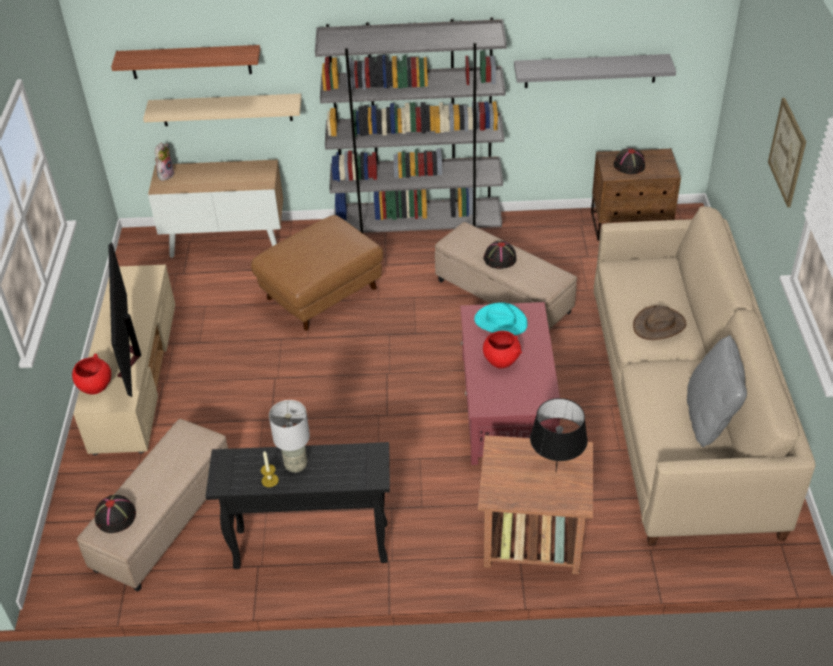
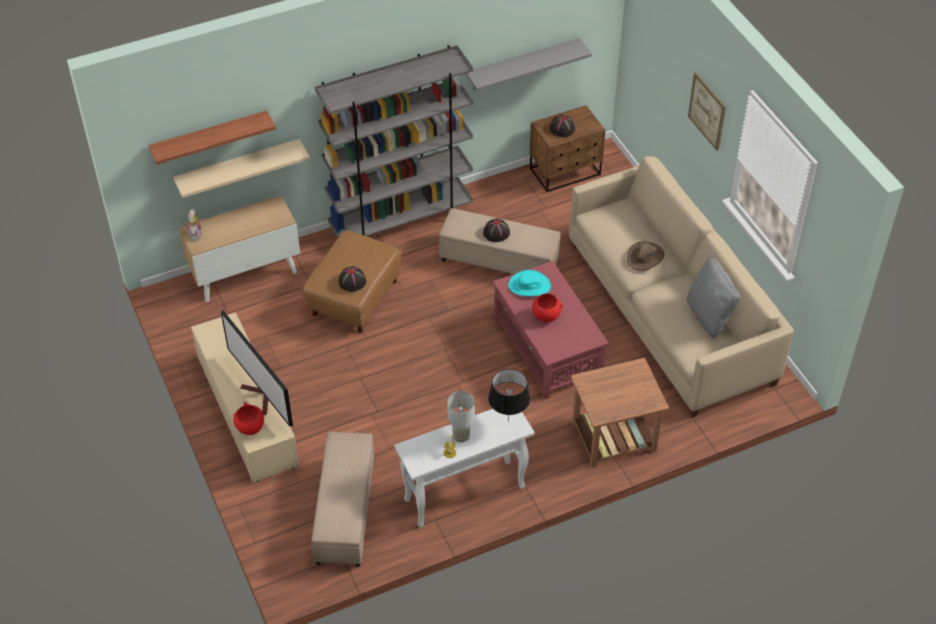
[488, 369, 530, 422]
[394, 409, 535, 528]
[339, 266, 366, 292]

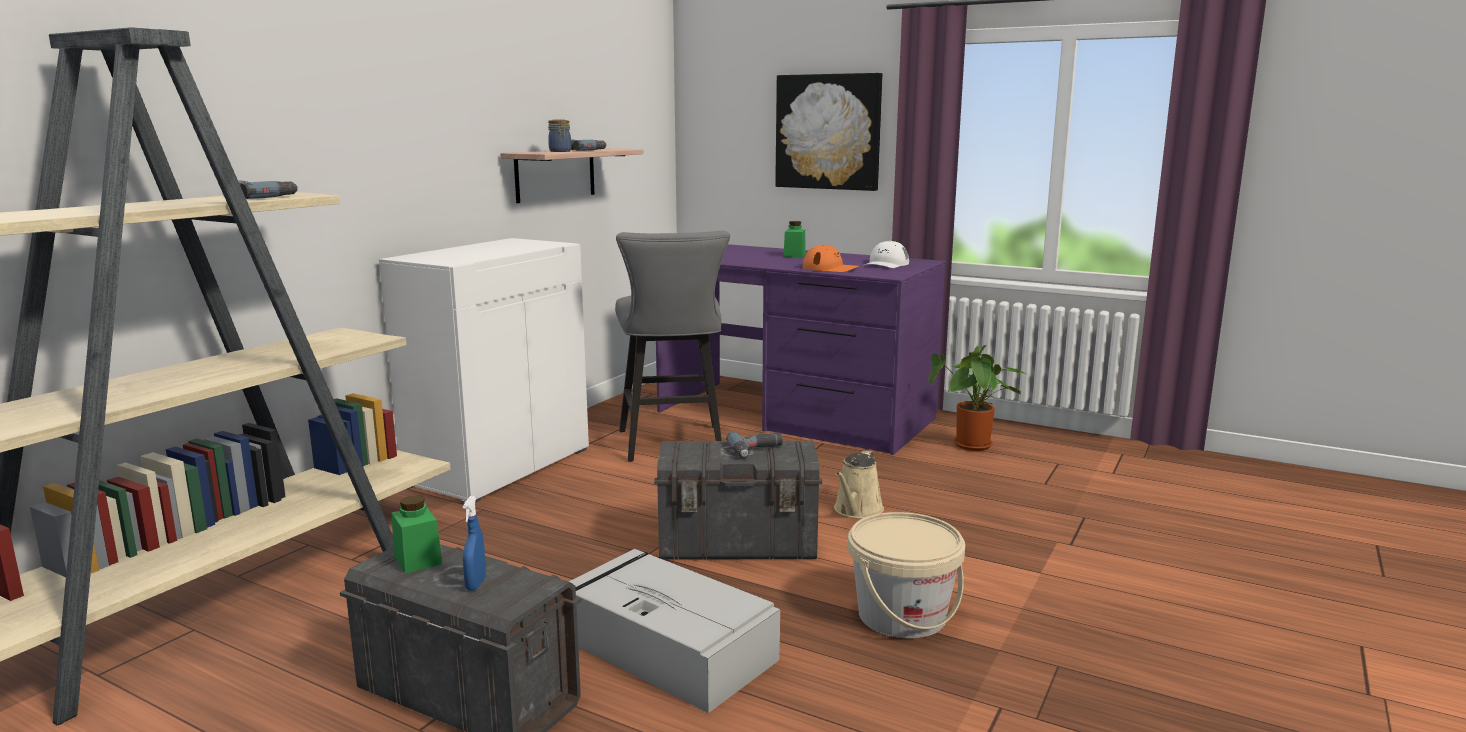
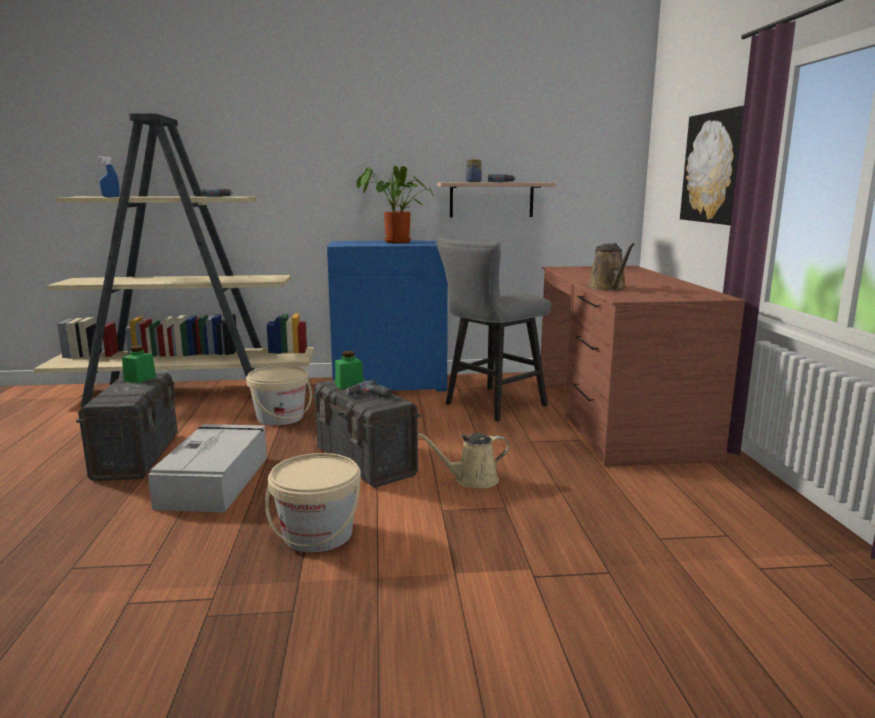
[335, 351, 364, 390]
[327, 240, 448, 392]
[864, 241, 909, 268] (first image)
[541, 266, 745, 466]
[588, 243, 635, 291]
[356, 166, 435, 243]
[99, 156, 120, 197]
[246, 365, 312, 426]

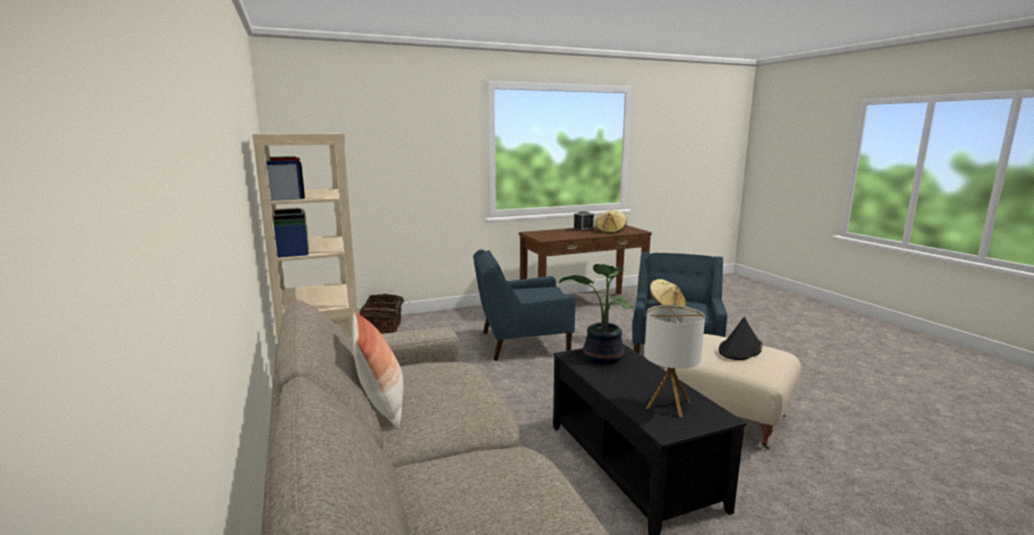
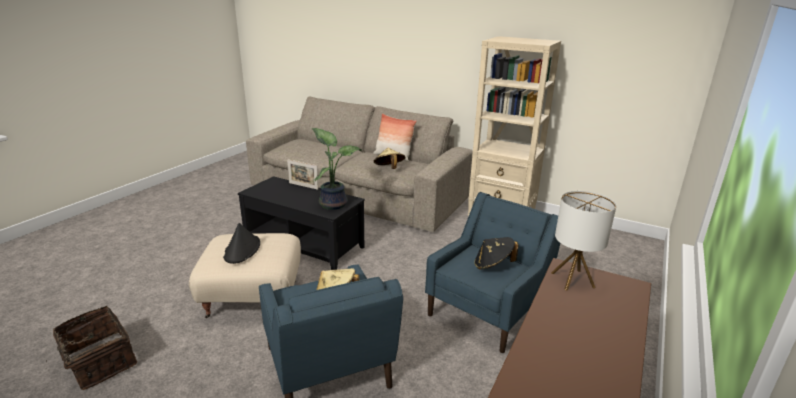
[374, 148, 405, 169]
[573, 211, 594, 231] (first image)
[46, 306, 137, 390]
[551, 191, 616, 291]
[287, 159, 318, 190]
[474, 237, 519, 270]

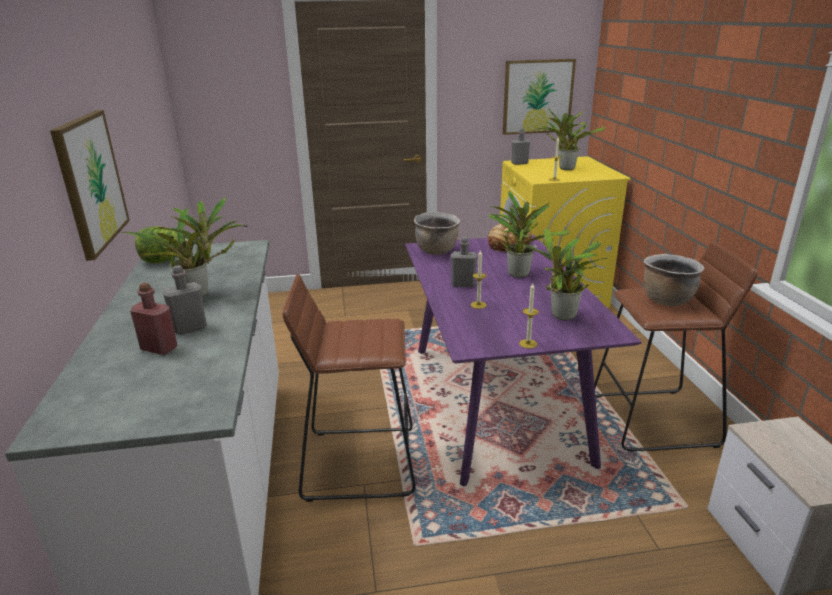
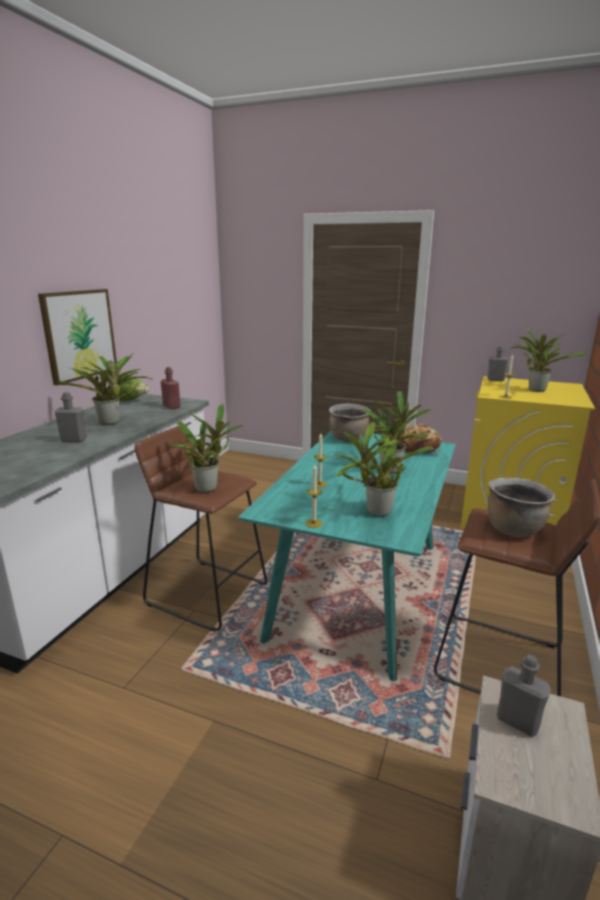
[503, 59, 576, 135] (first image)
[238, 431, 456, 681]
[497, 654, 551, 737]
[161, 367, 181, 409]
[163, 404, 244, 493]

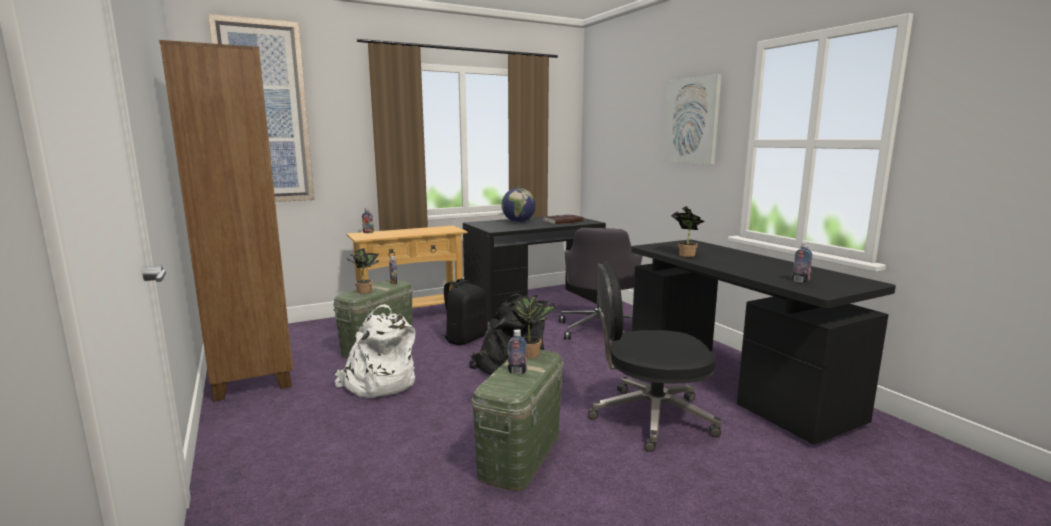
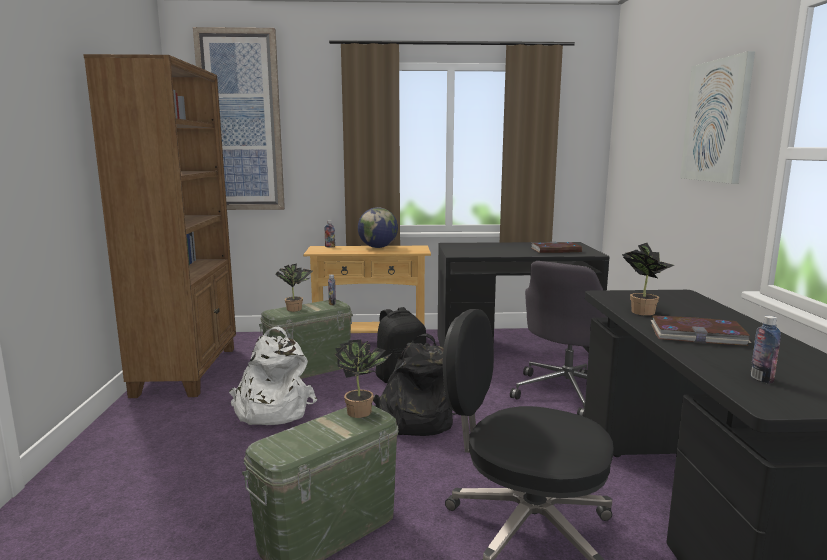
[358, 207, 398, 248]
[508, 329, 527, 374] (first image)
[651, 315, 752, 346]

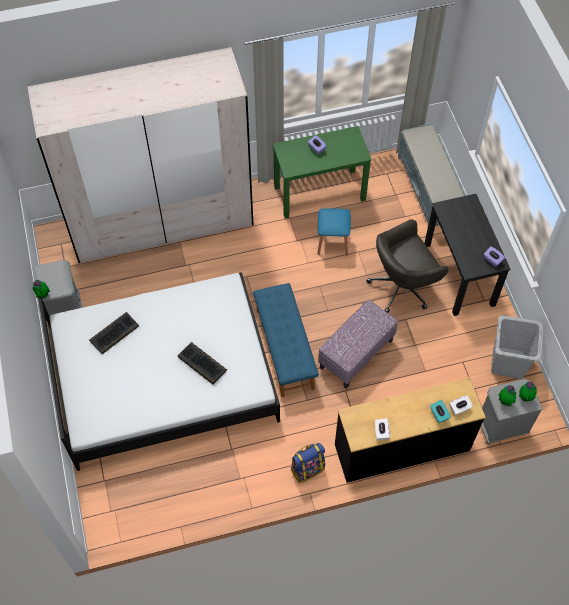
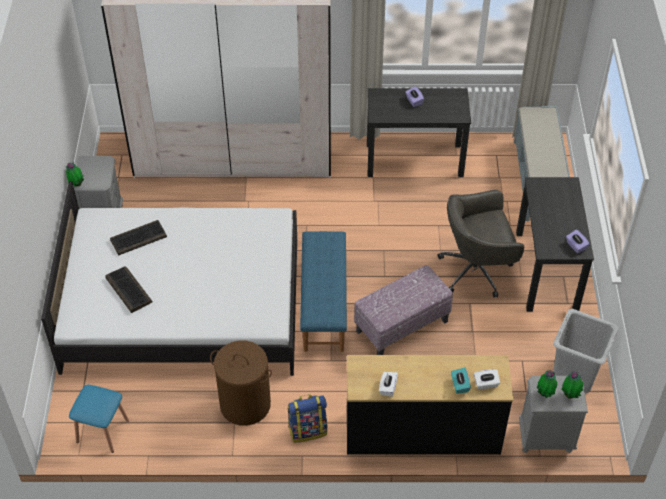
[367, 88, 471, 177]
[69, 385, 129, 453]
[105, 266, 153, 313]
[210, 340, 272, 426]

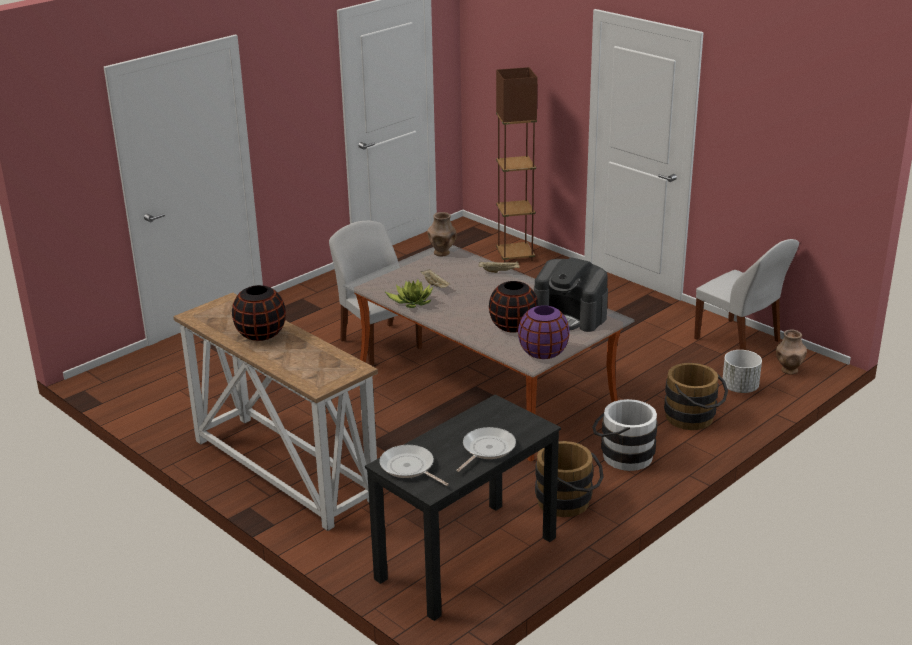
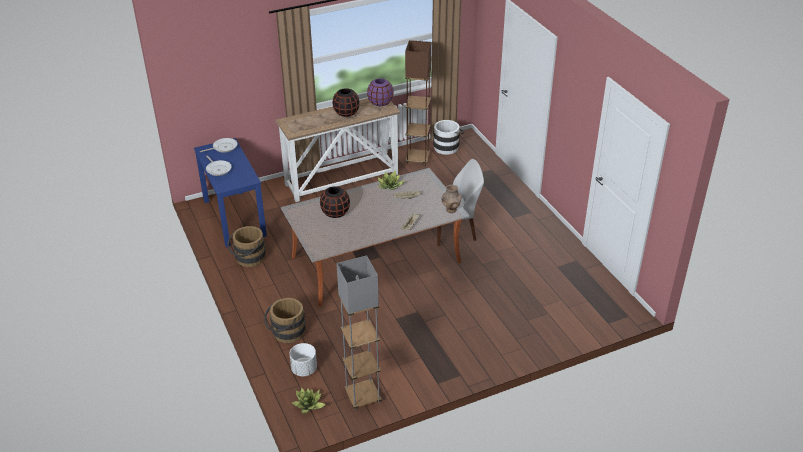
[405, 40, 432, 165]
[336, 255, 382, 410]
[534, 258, 608, 332] (first image)
[367, 78, 394, 106]
[292, 388, 326, 414]
[194, 138, 267, 248]
[433, 120, 464, 155]

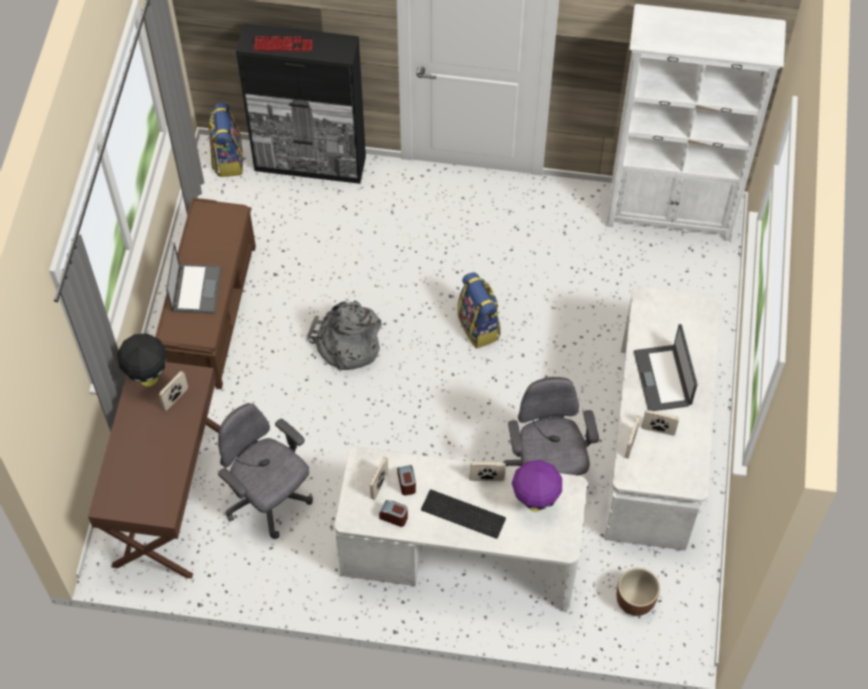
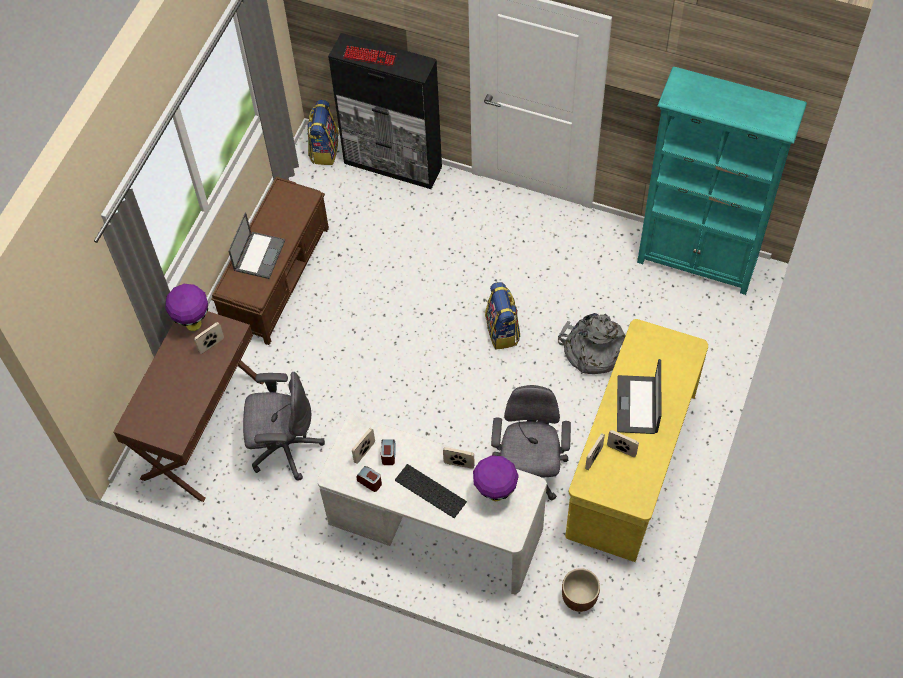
[637, 67, 807, 295]
[565, 319, 708, 562]
[558, 313, 626, 374]
[165, 284, 208, 331]
[243, 372, 325, 481]

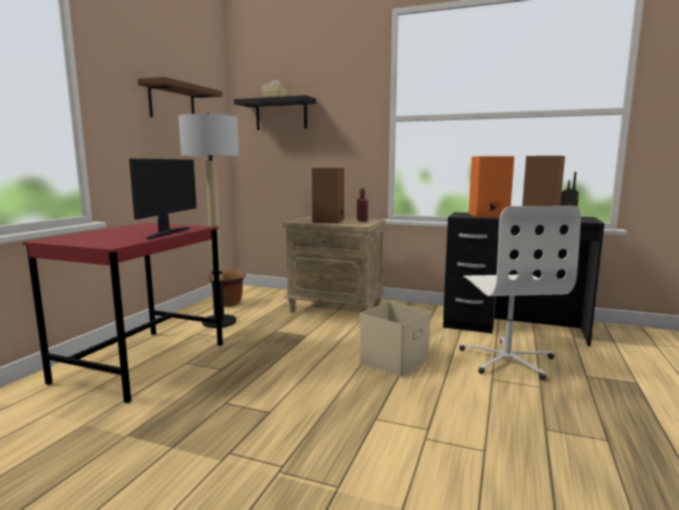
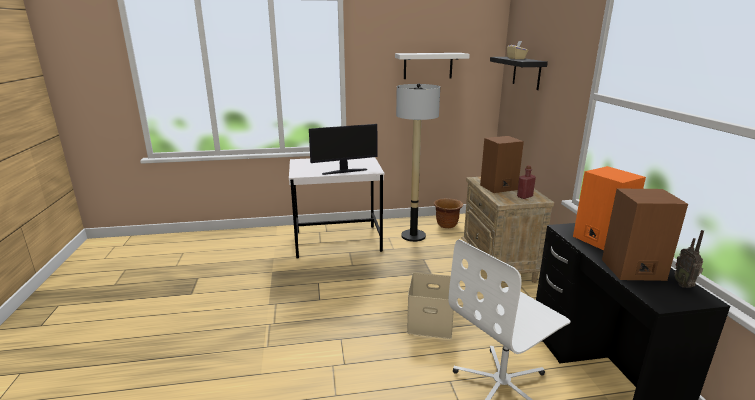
[395, 53, 470, 79]
[289, 157, 385, 258]

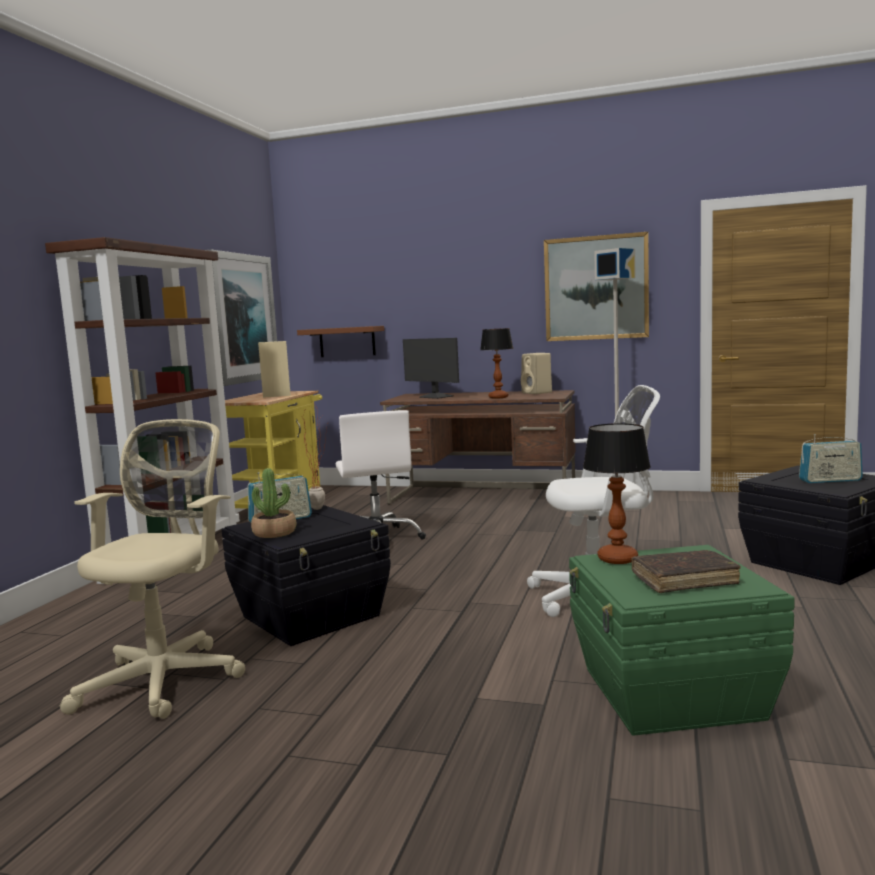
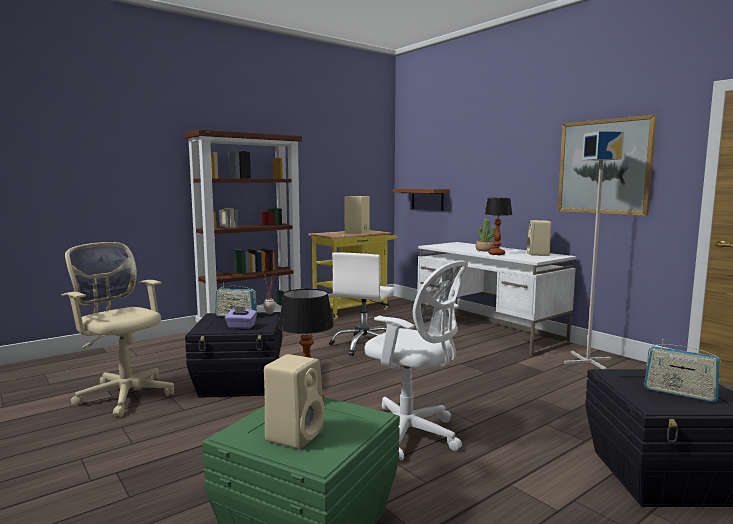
[207, 249, 277, 386] (first image)
[403, 338, 459, 399] (first image)
[417, 242, 576, 356]
[61, 242, 174, 417]
[476, 219, 496, 252]
[264, 354, 324, 449]
[225, 306, 257, 329]

